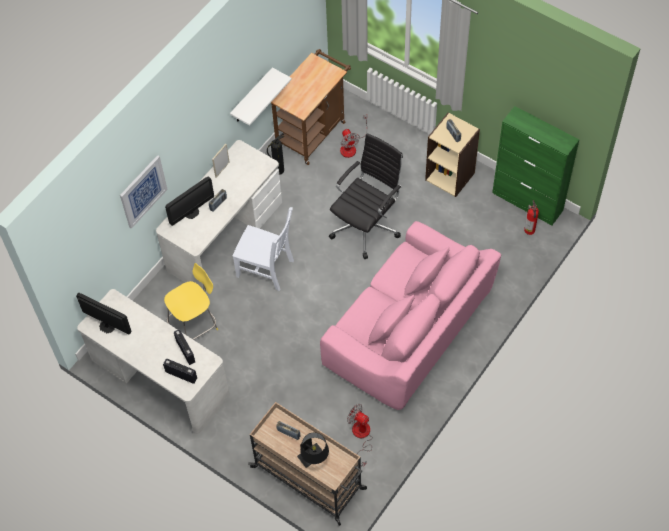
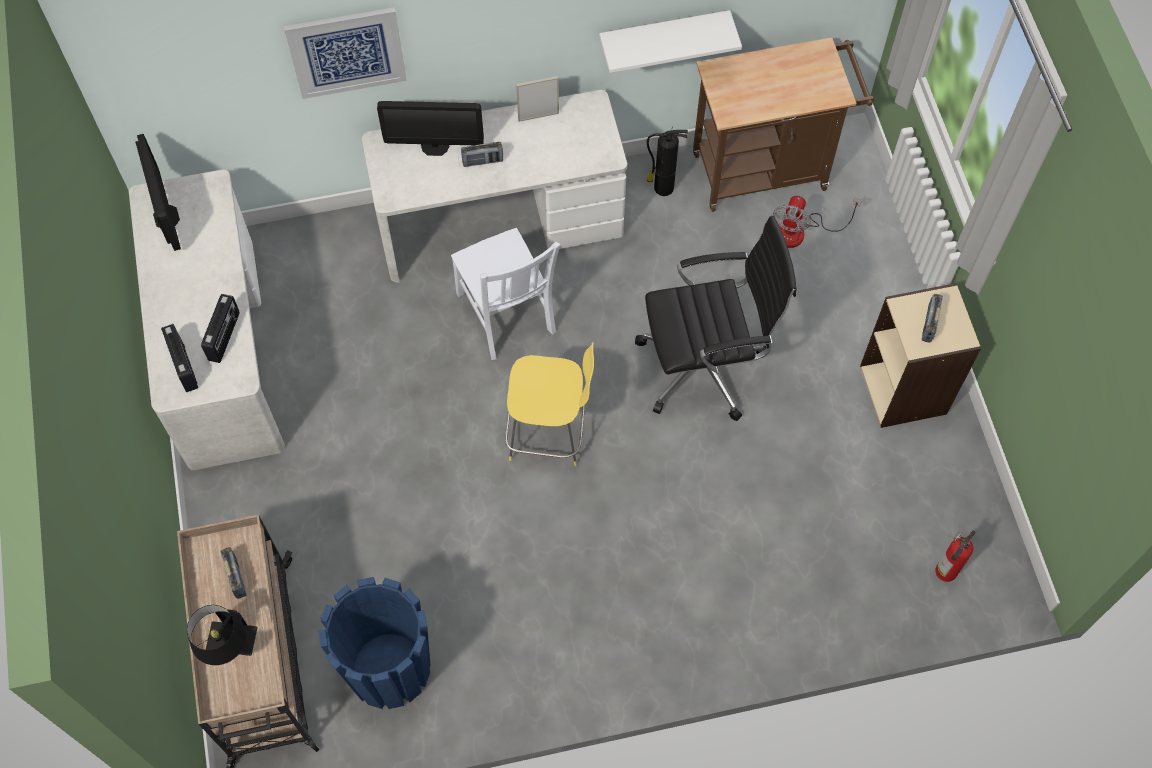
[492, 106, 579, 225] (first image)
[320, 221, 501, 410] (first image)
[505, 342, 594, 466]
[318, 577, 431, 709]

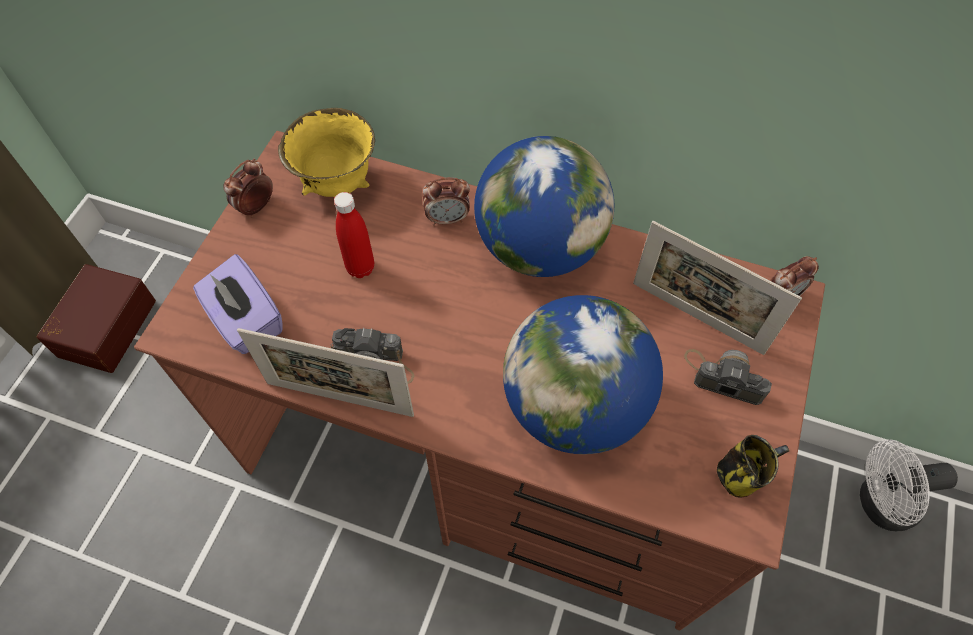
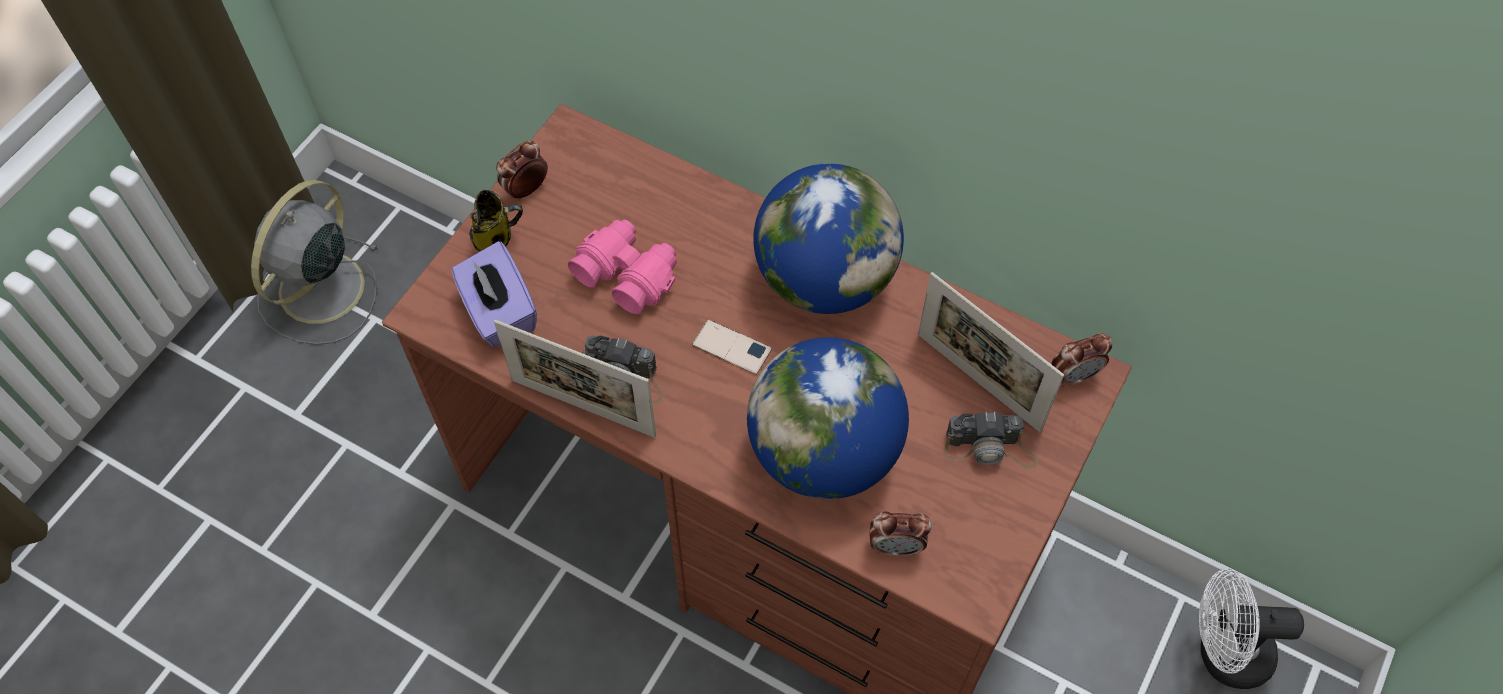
[278, 108, 375, 197] (first image)
[870, 511, 932, 556]
[568, 219, 677, 314]
[251, 180, 379, 345]
[945, 412, 1038, 469]
[469, 190, 523, 252]
[692, 319, 772, 375]

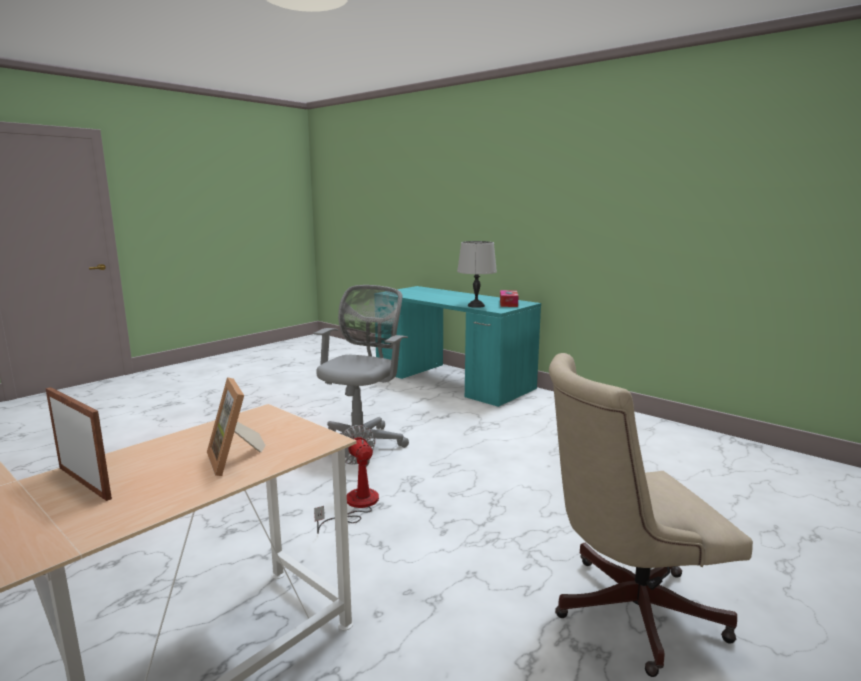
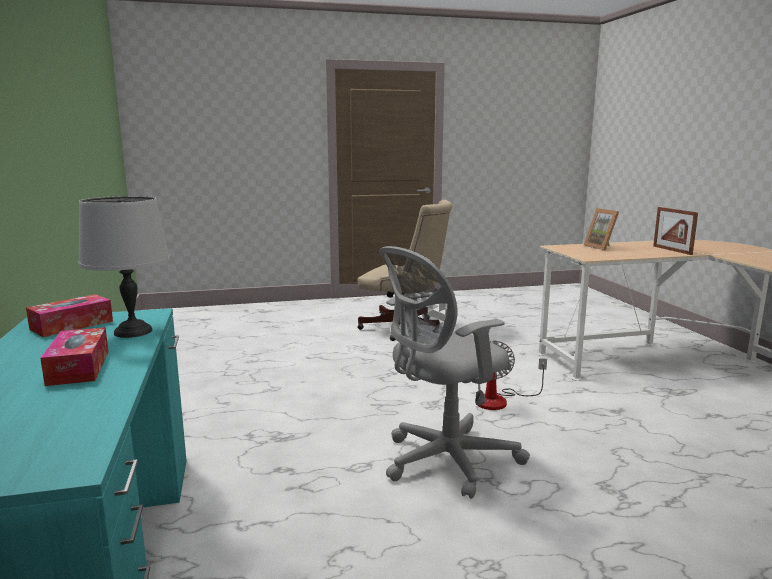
[584, 208, 619, 251]
[40, 327, 109, 386]

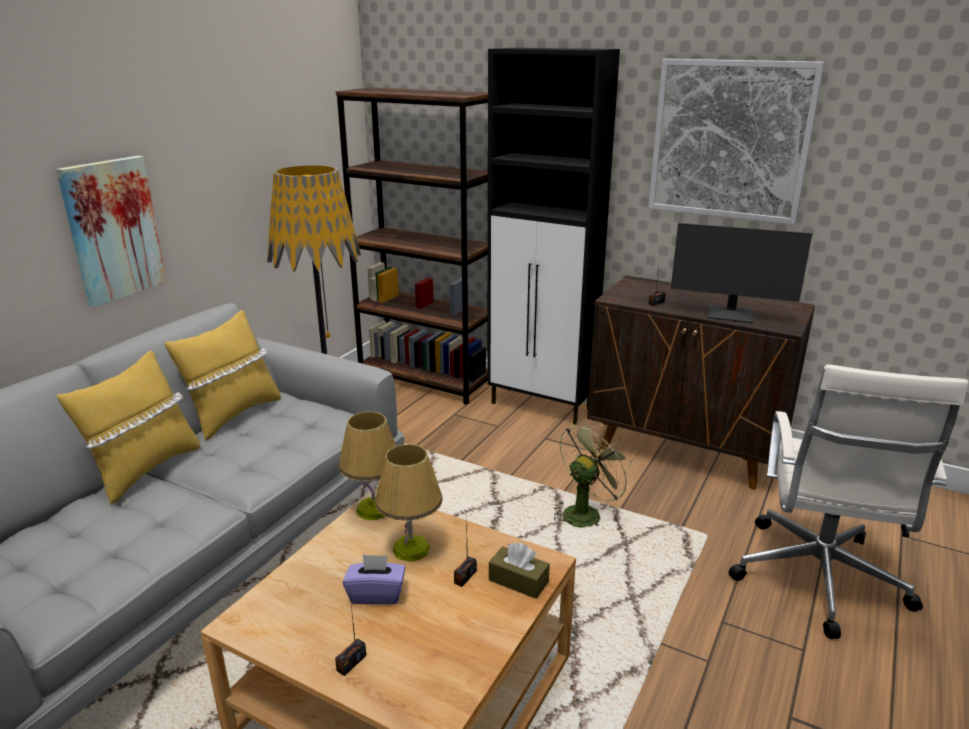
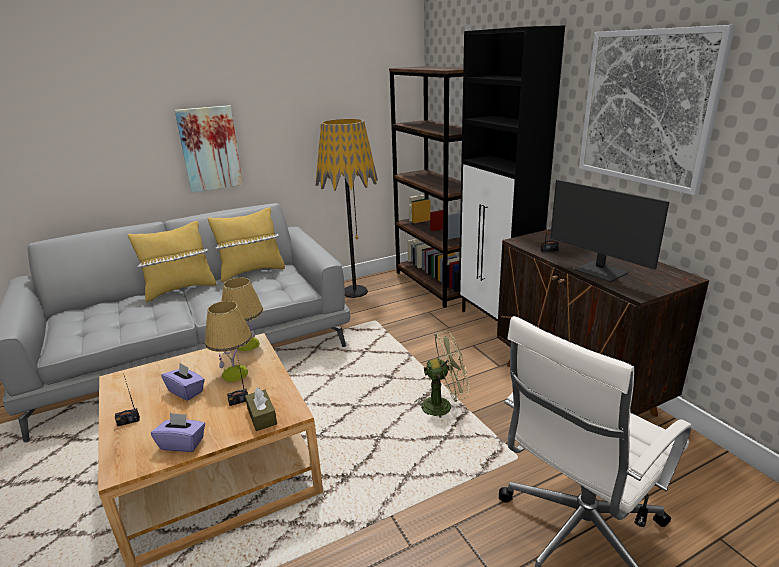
[151, 413, 205, 452]

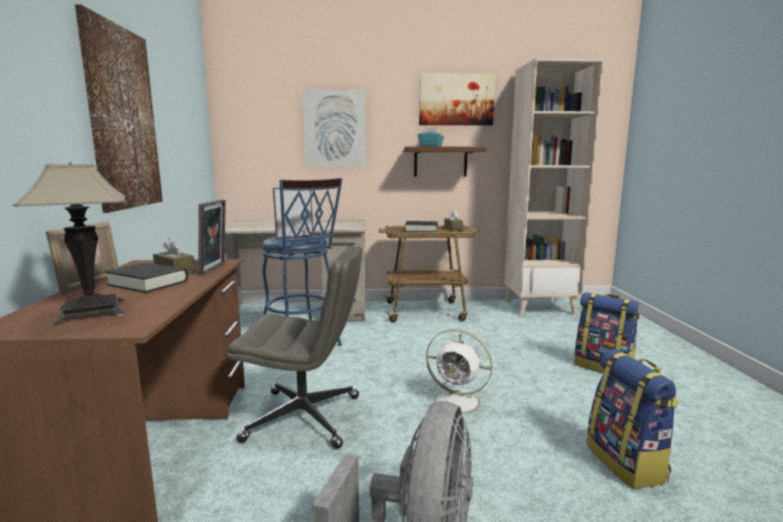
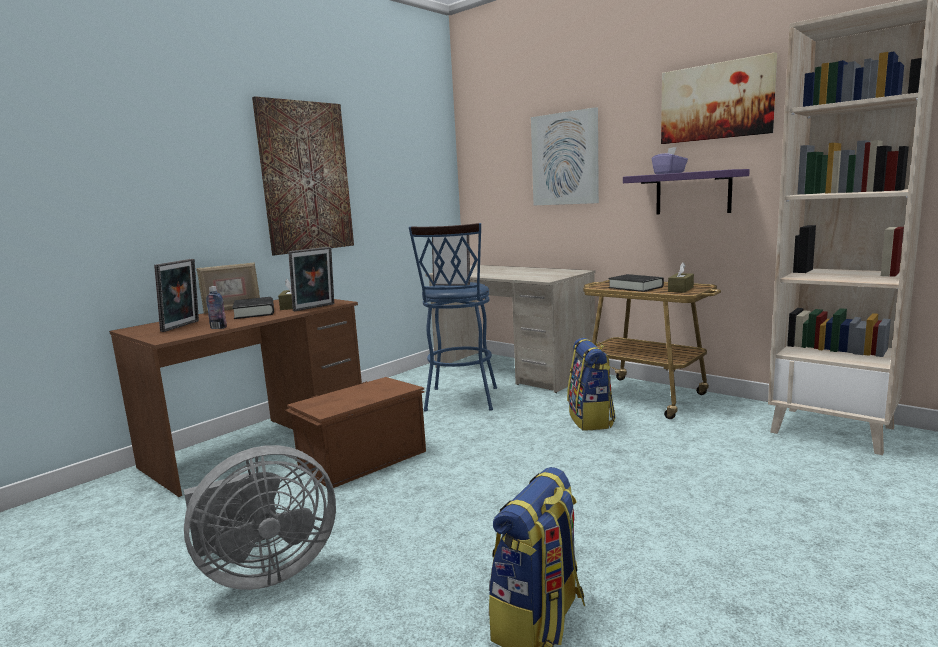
[652, 147, 688, 174]
[623, 169, 750, 214]
[154, 259, 199, 332]
[285, 377, 426, 488]
[567, 338, 616, 431]
[424, 329, 493, 420] (first image)
[206, 286, 227, 329]

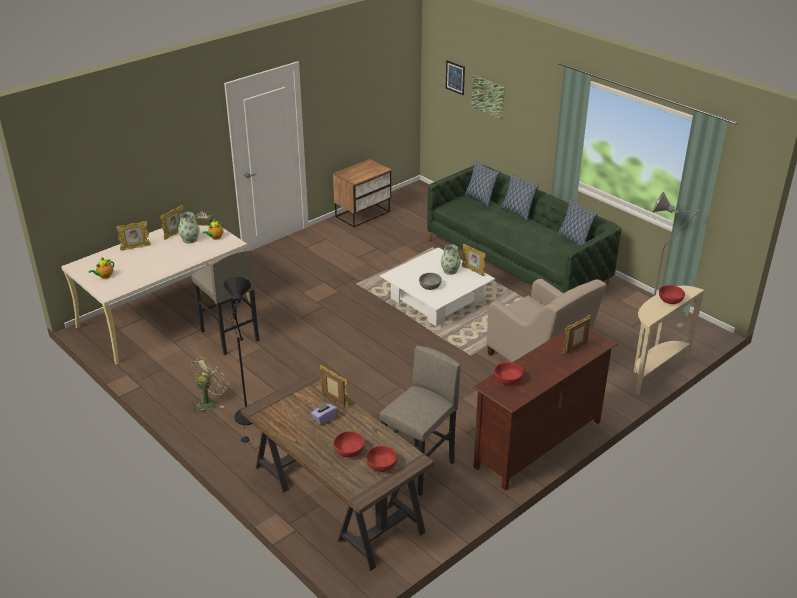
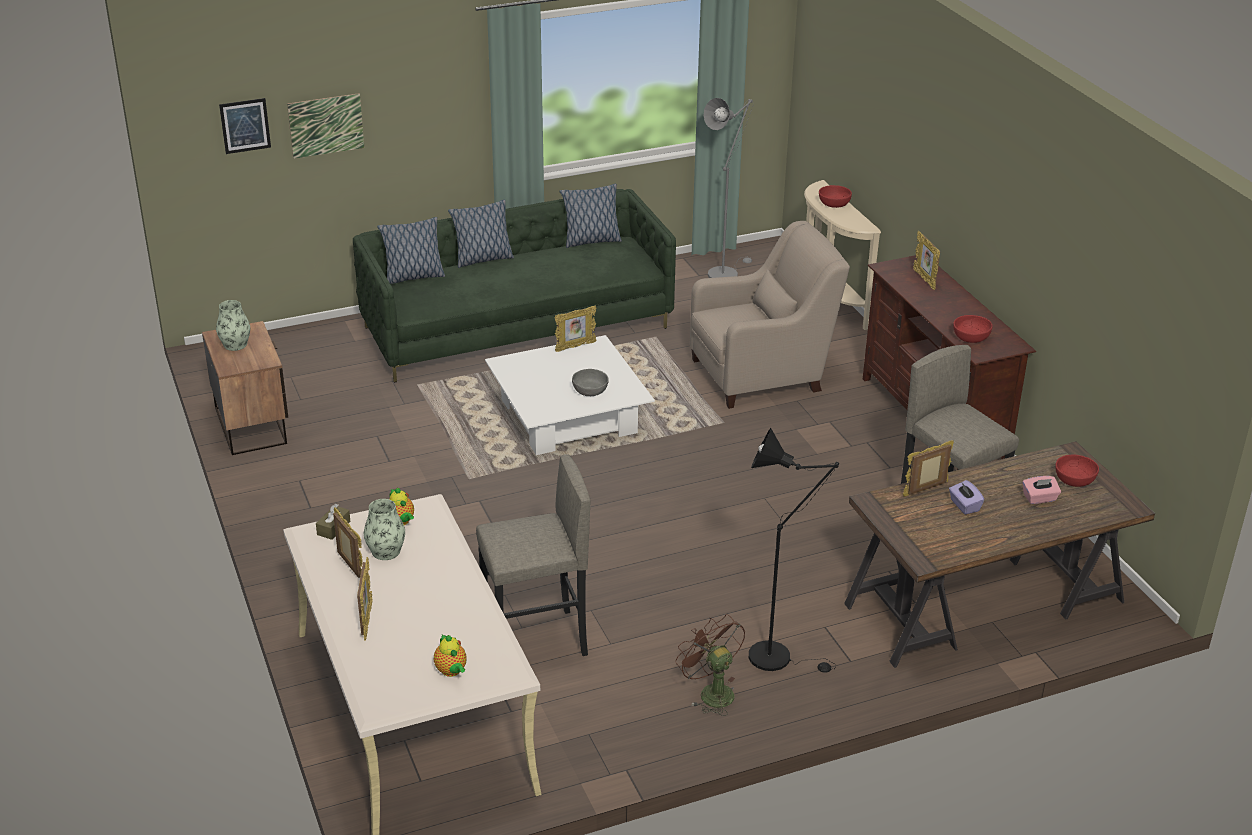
[216, 300, 250, 351]
[675, 614, 745, 716]
[1023, 476, 1061, 504]

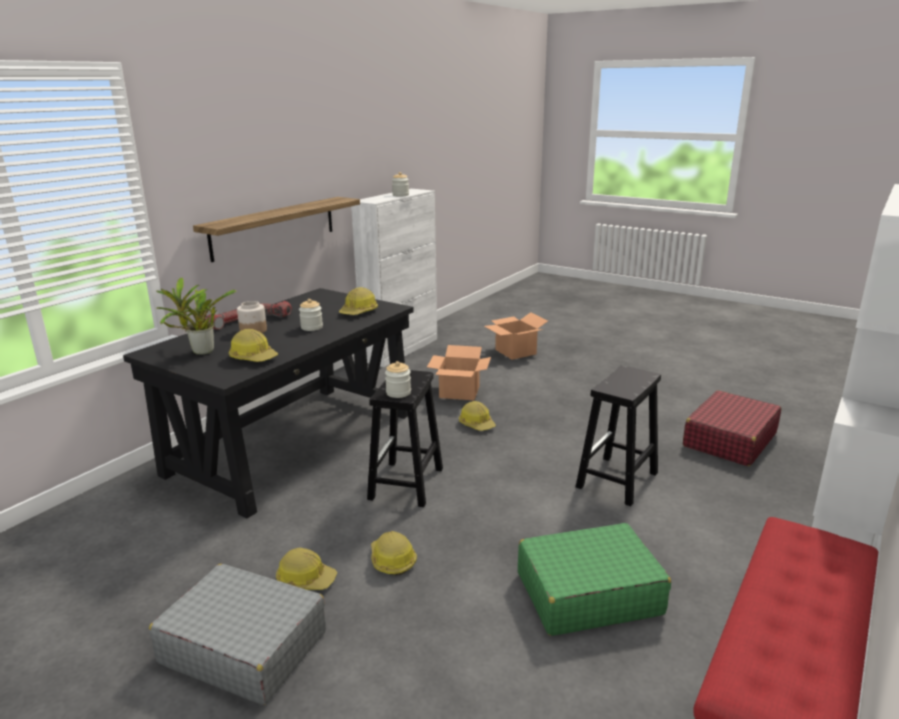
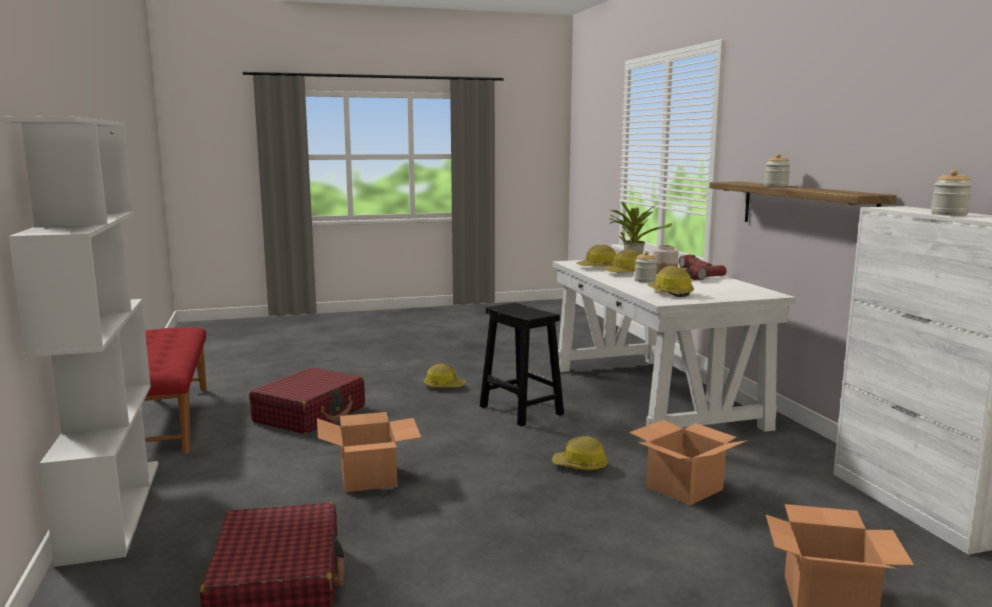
[553, 260, 796, 442]
[764, 154, 790, 187]
[317, 412, 421, 492]
[249, 367, 365, 434]
[604, 249, 640, 272]
[149, 564, 326, 705] (first image)

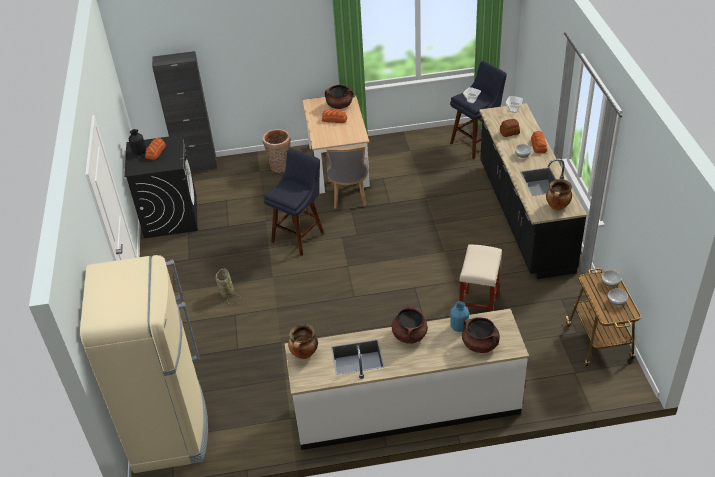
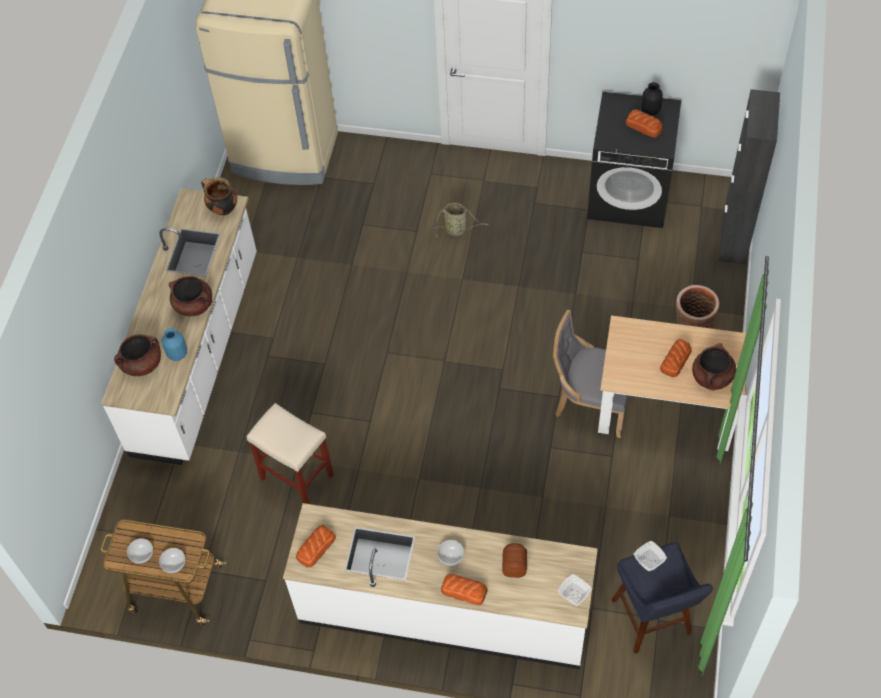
[283, 503, 598, 669]
[264, 148, 324, 256] (first image)
[296, 525, 336, 567]

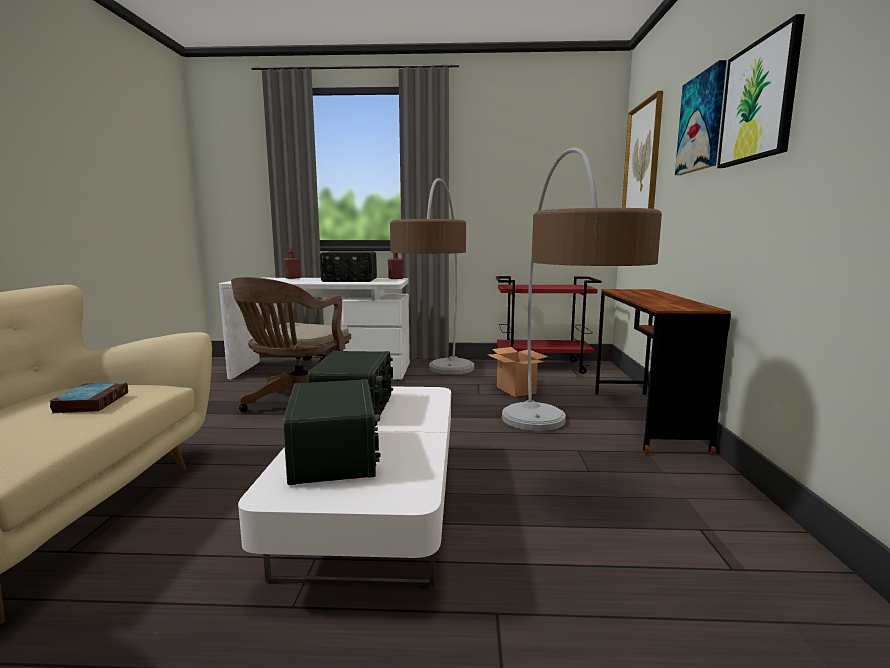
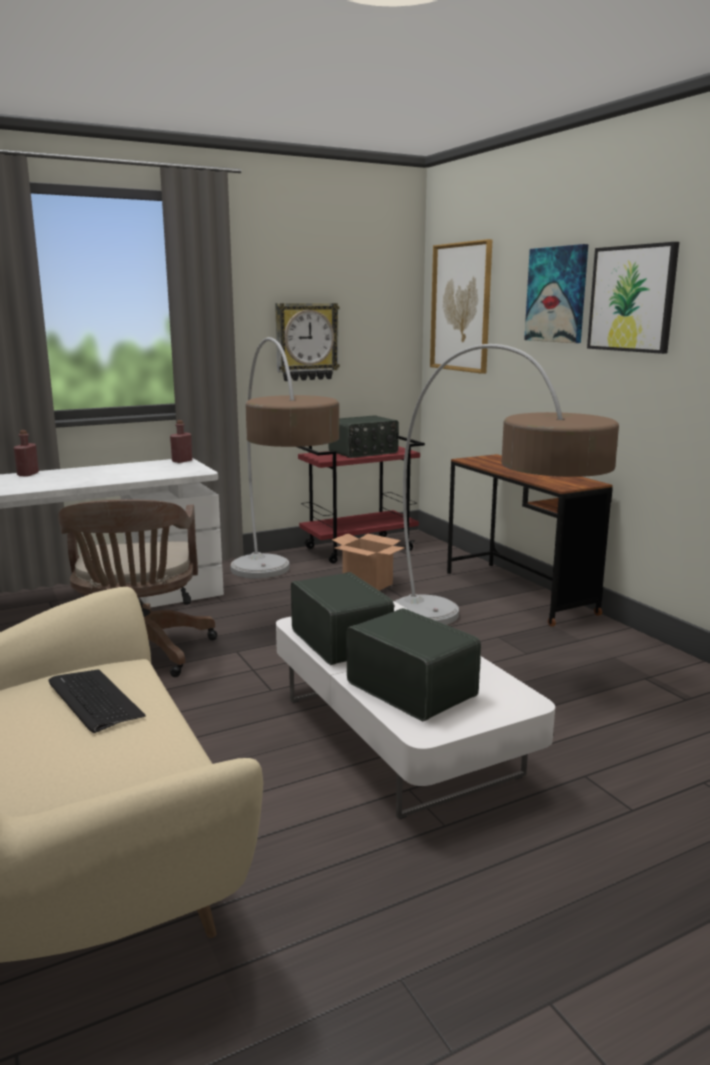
[329, 415, 399, 458]
[48, 669, 146, 733]
[275, 303, 340, 381]

